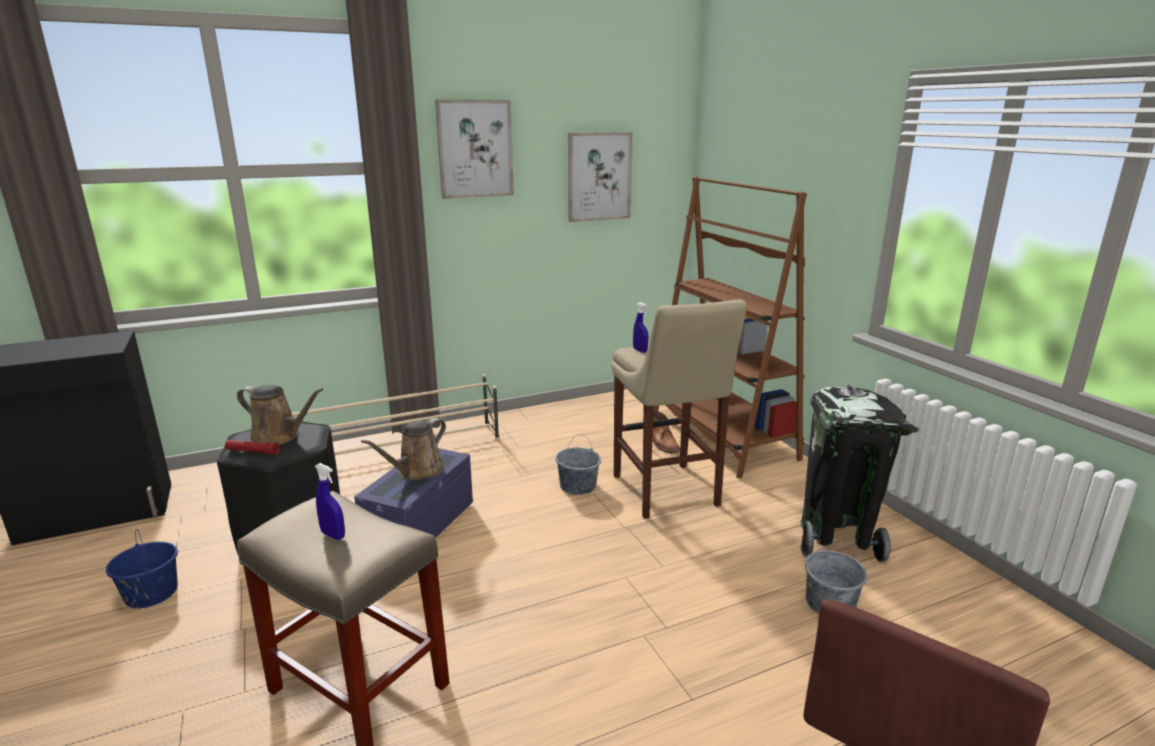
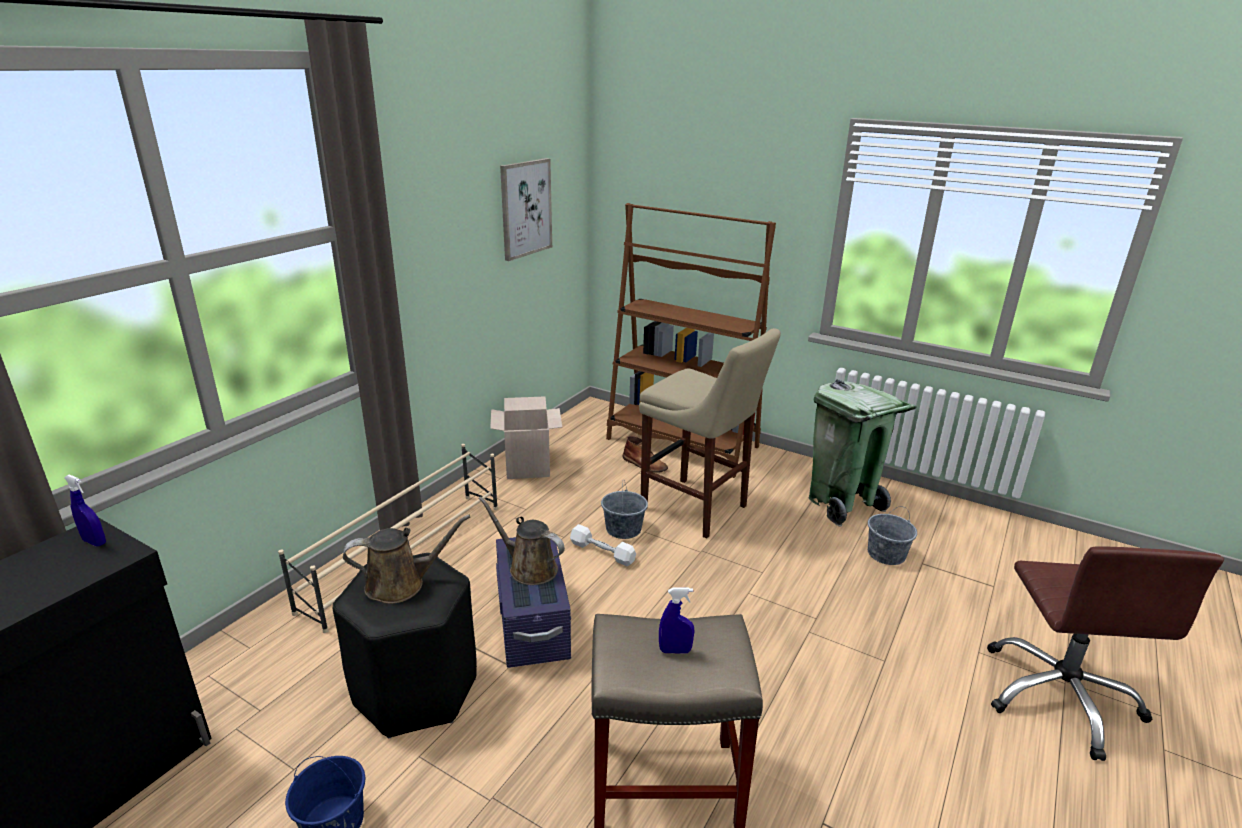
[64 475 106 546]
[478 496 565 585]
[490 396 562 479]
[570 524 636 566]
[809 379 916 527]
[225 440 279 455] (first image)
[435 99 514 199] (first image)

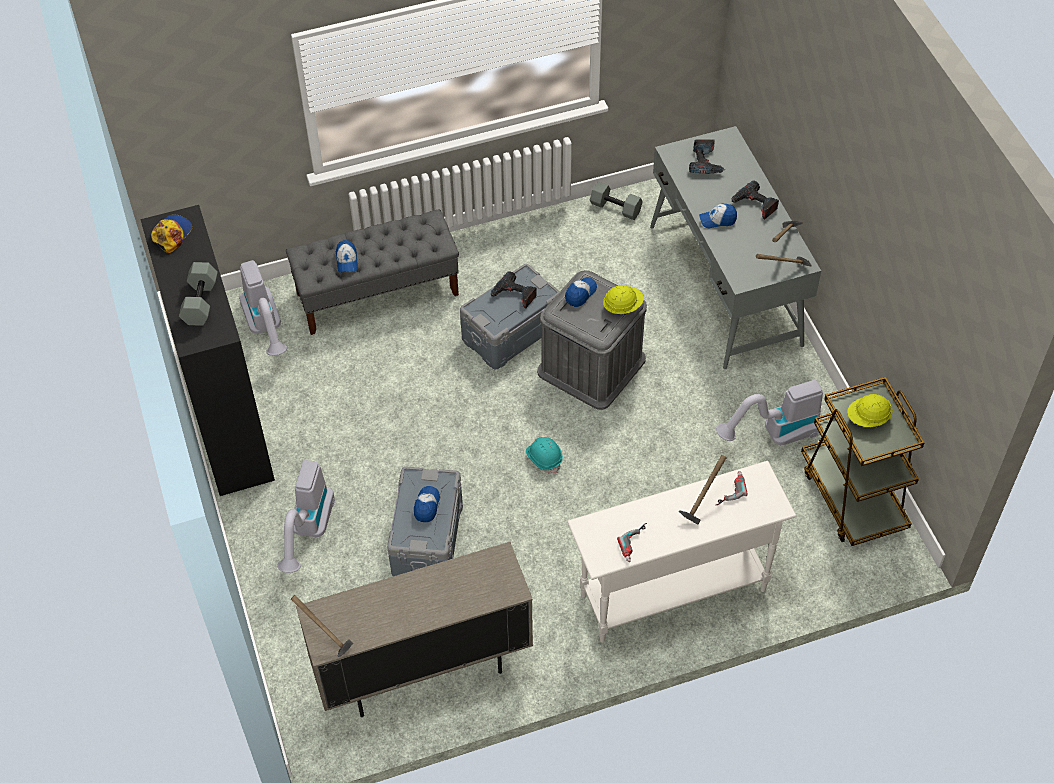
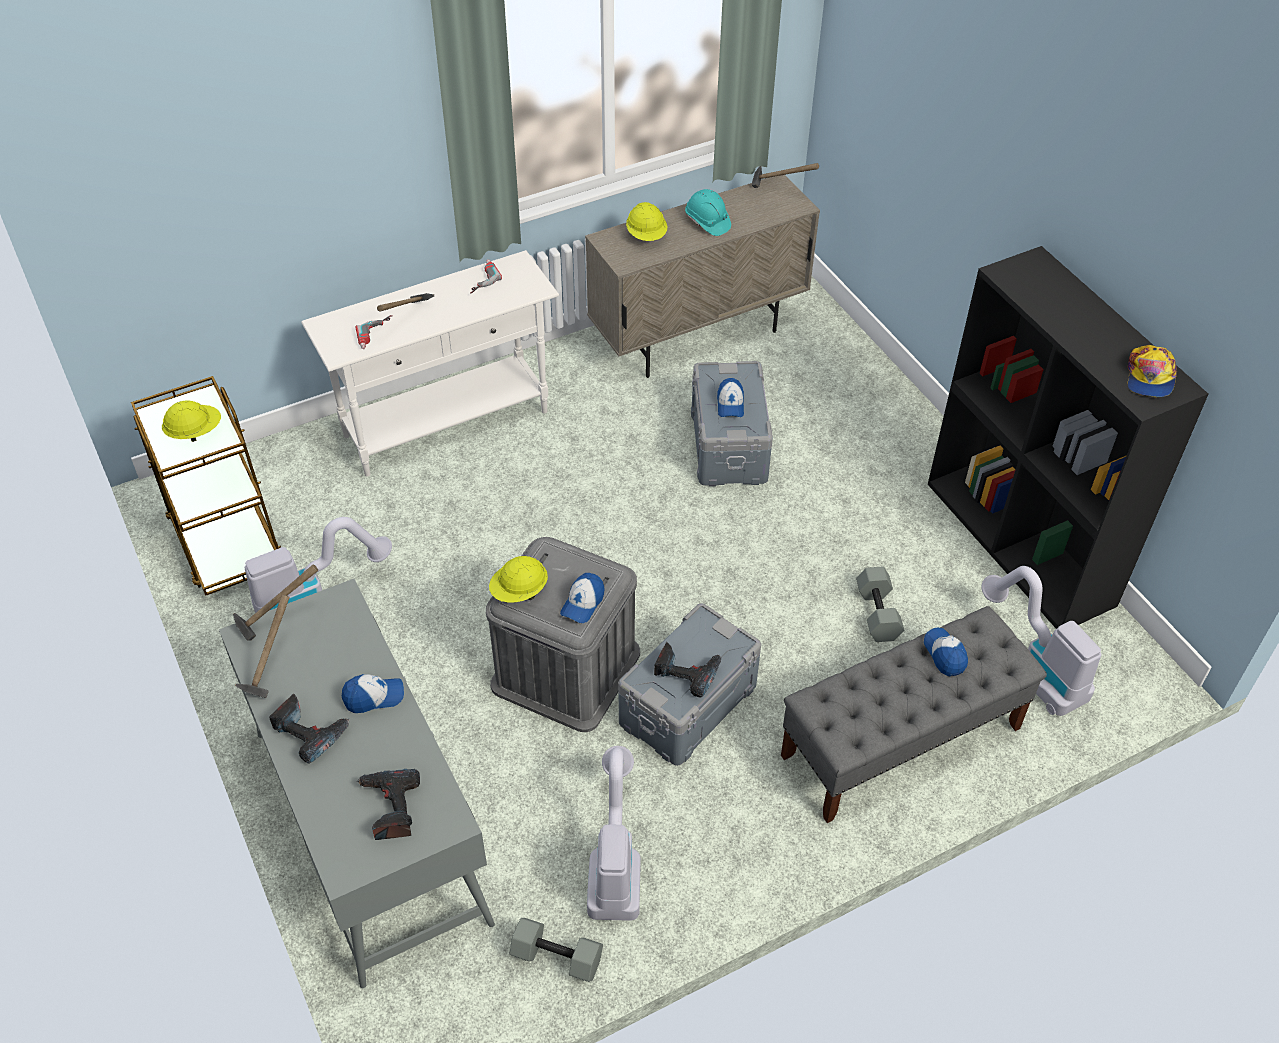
[587 746 641 921]
[626 202 668 241]
[685 189 731 236]
[856 567 904 642]

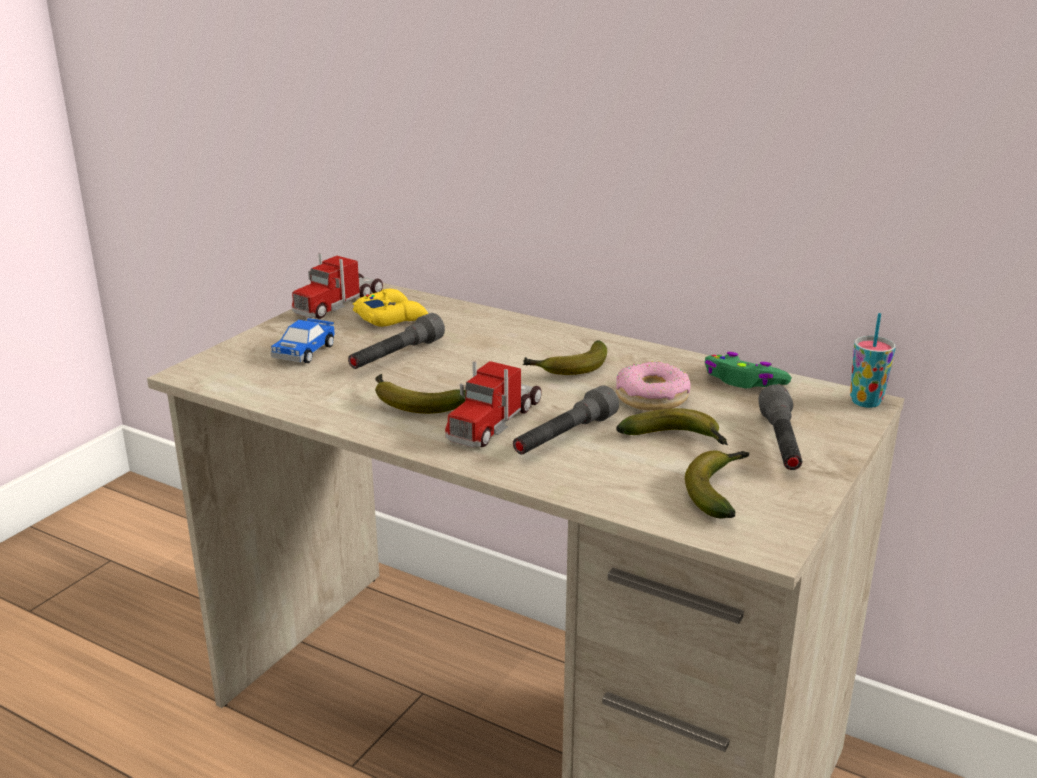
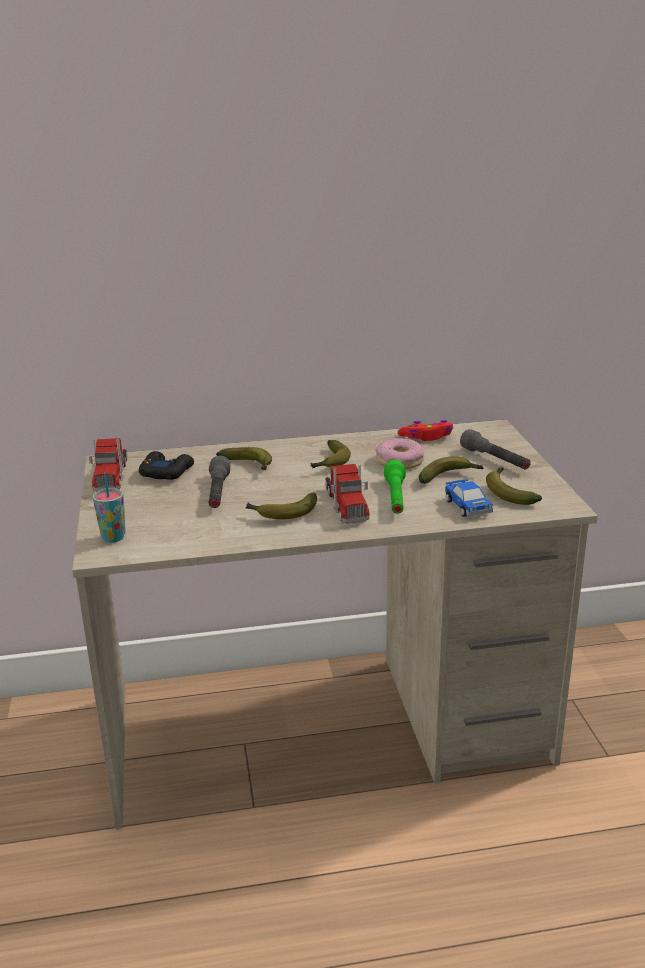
[93 472 126 543]
[139 451 194 480]
[216 447 272 471]
[384 460 406 514]
[398 420 453 441]
[445 479 493 517]

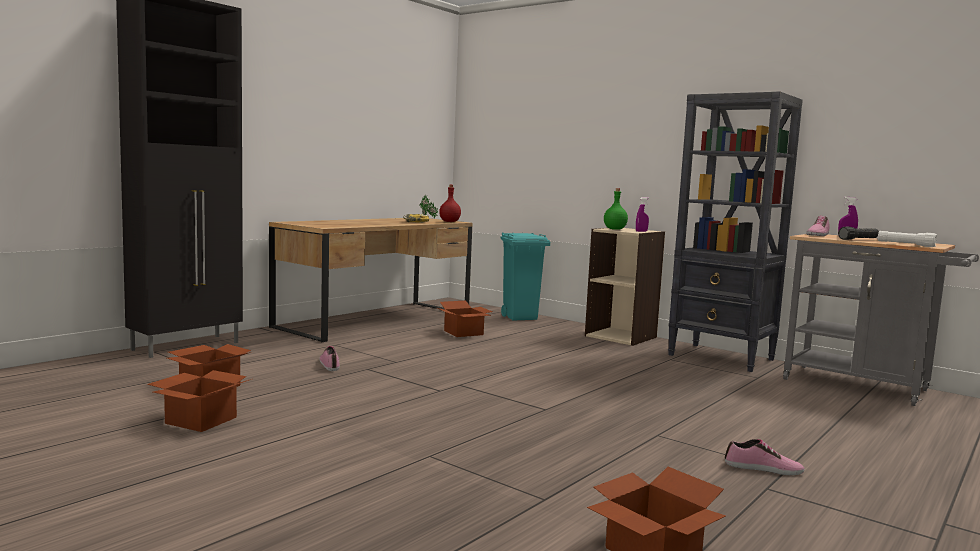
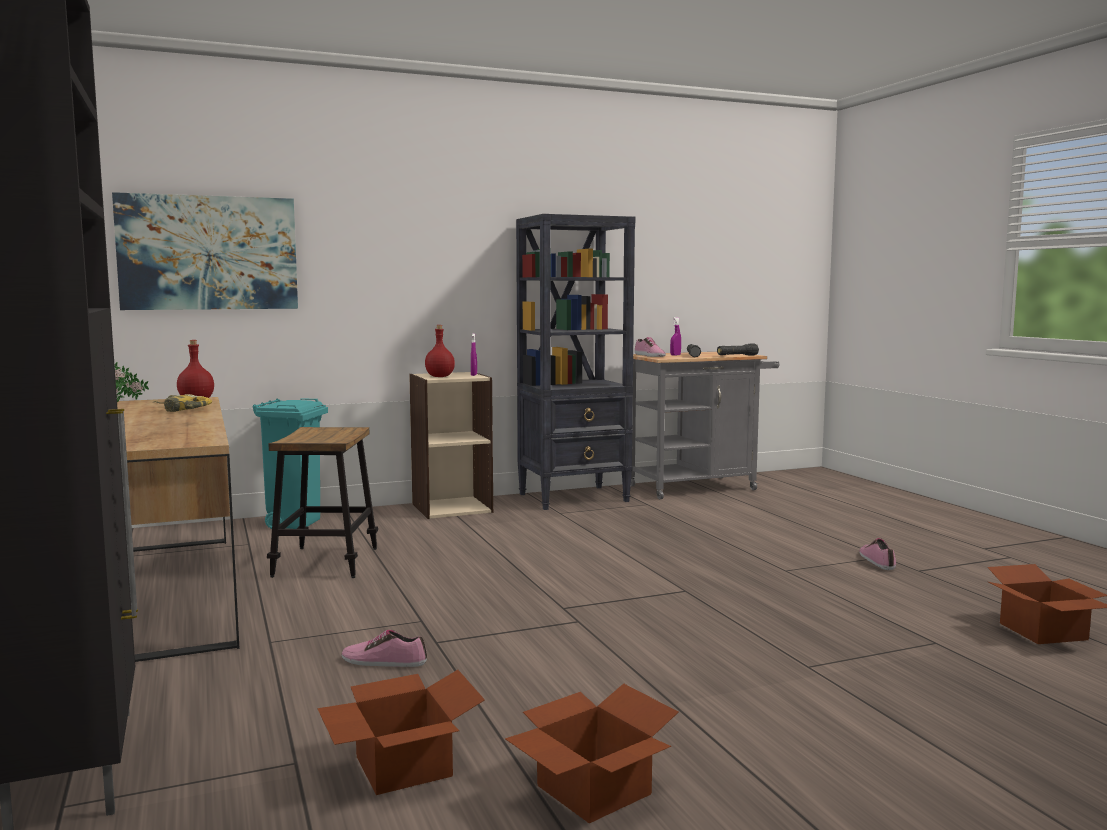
[112 192 298 310]
[267 427 378 578]
[425 325 455 377]
[717 343 759 356]
[859 538 896 570]

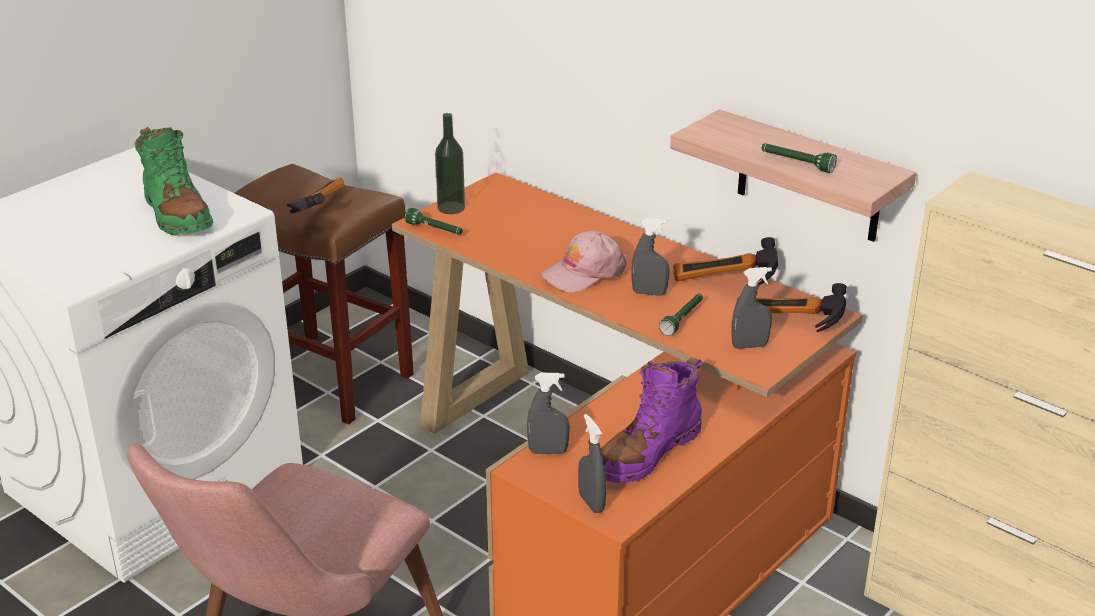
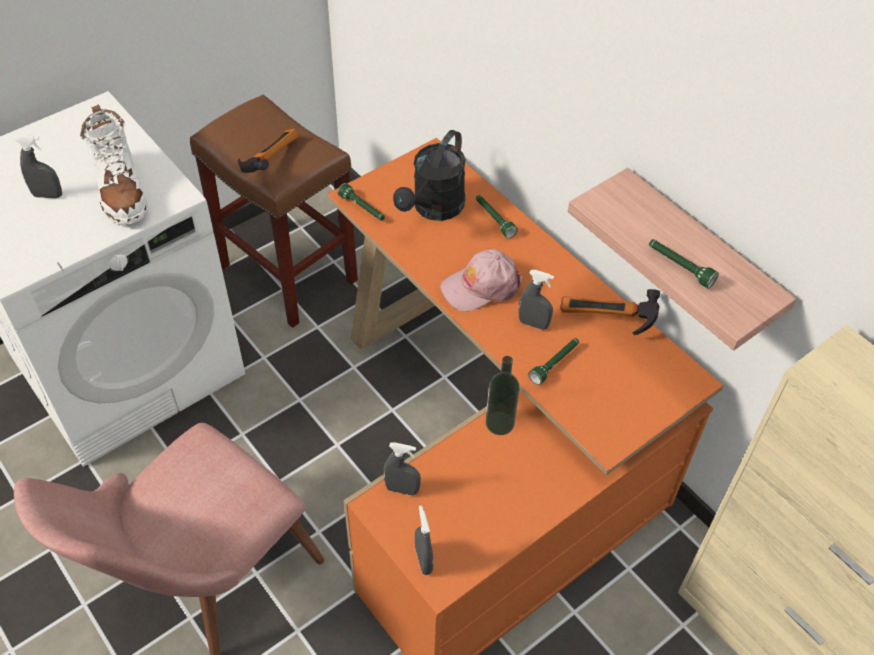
[15 135 62 198]
[80 104 148 225]
[393 130 466 221]
[476 195 518 238]
[486 356 520 435]
[601 358 702 483] (first image)
[737 283 847 332] (first image)

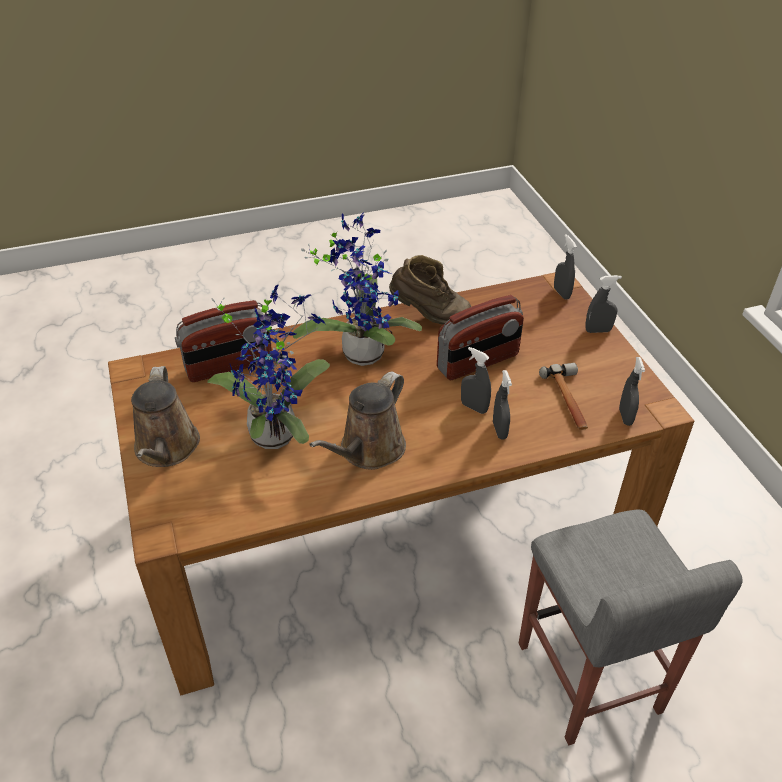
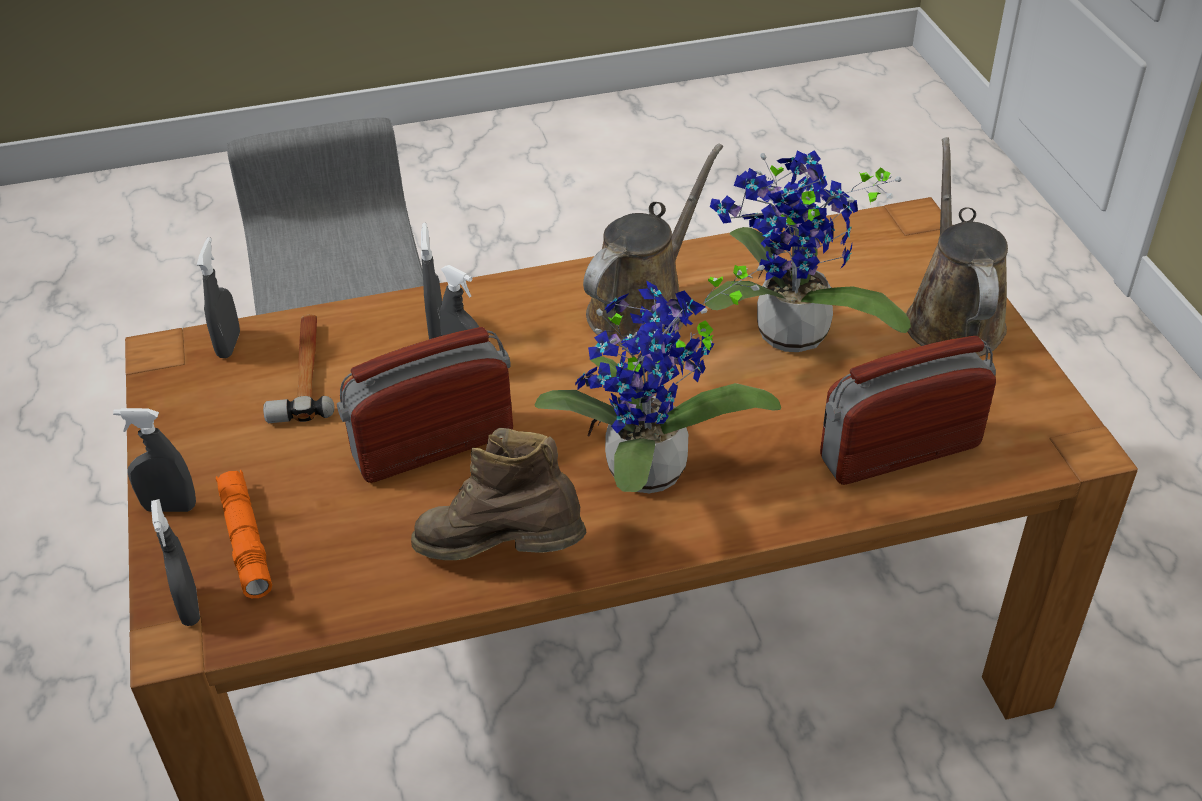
[216 470 272 598]

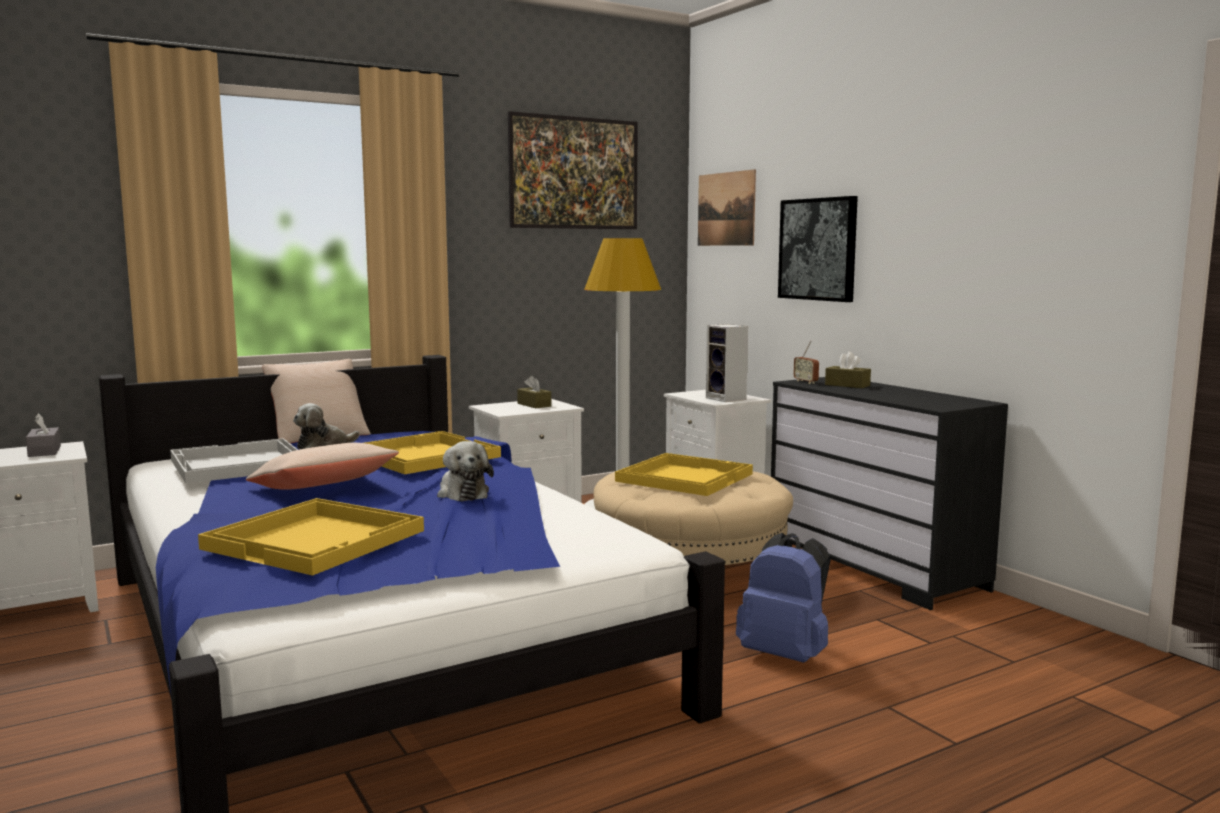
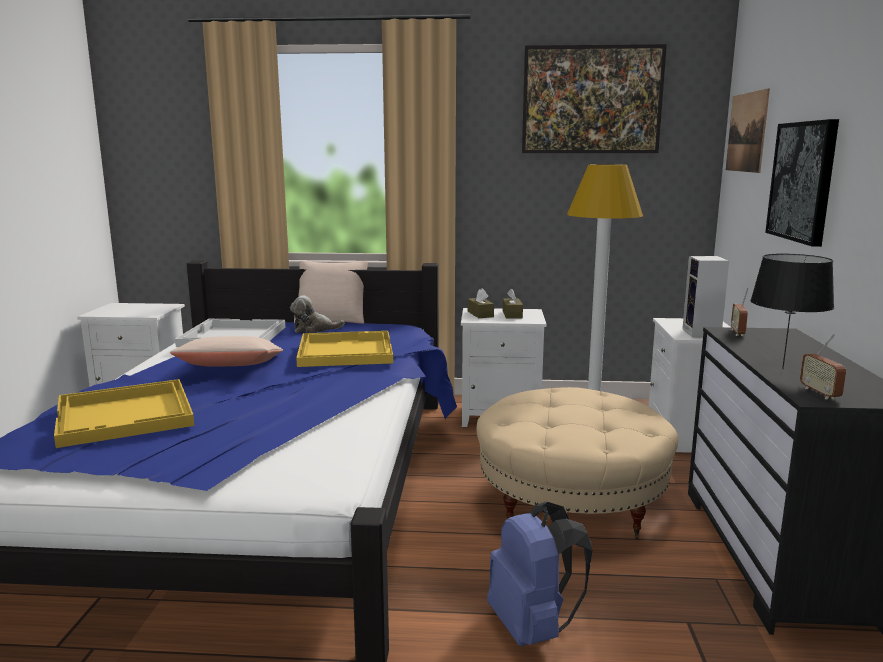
[468 288 494 318]
[750 254 834 369]
[800 333 846 399]
[26 413 61 457] (first image)
[437 441 494 502] (first image)
[615 453 753 496] (first image)

